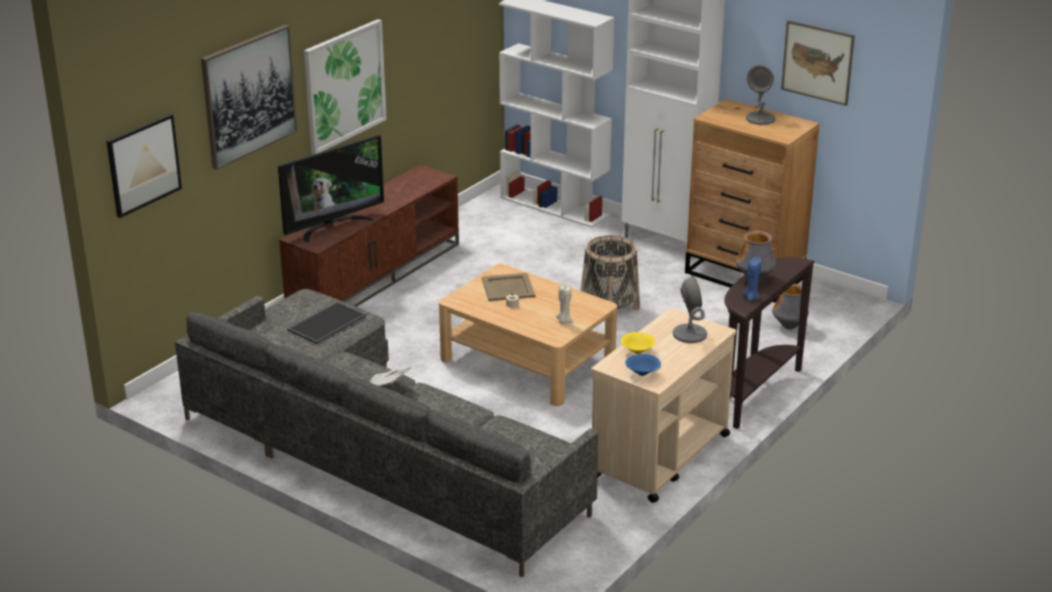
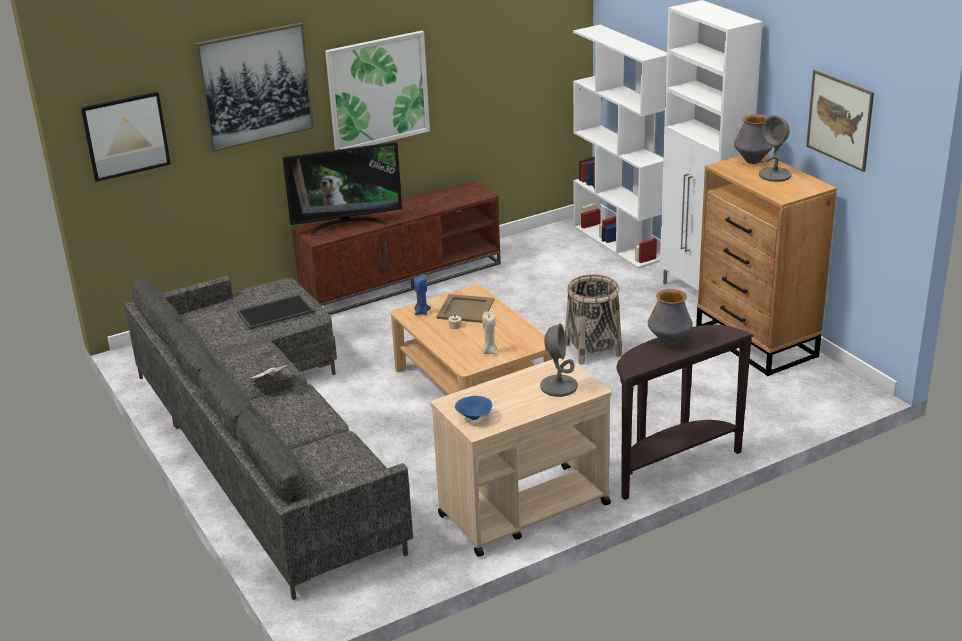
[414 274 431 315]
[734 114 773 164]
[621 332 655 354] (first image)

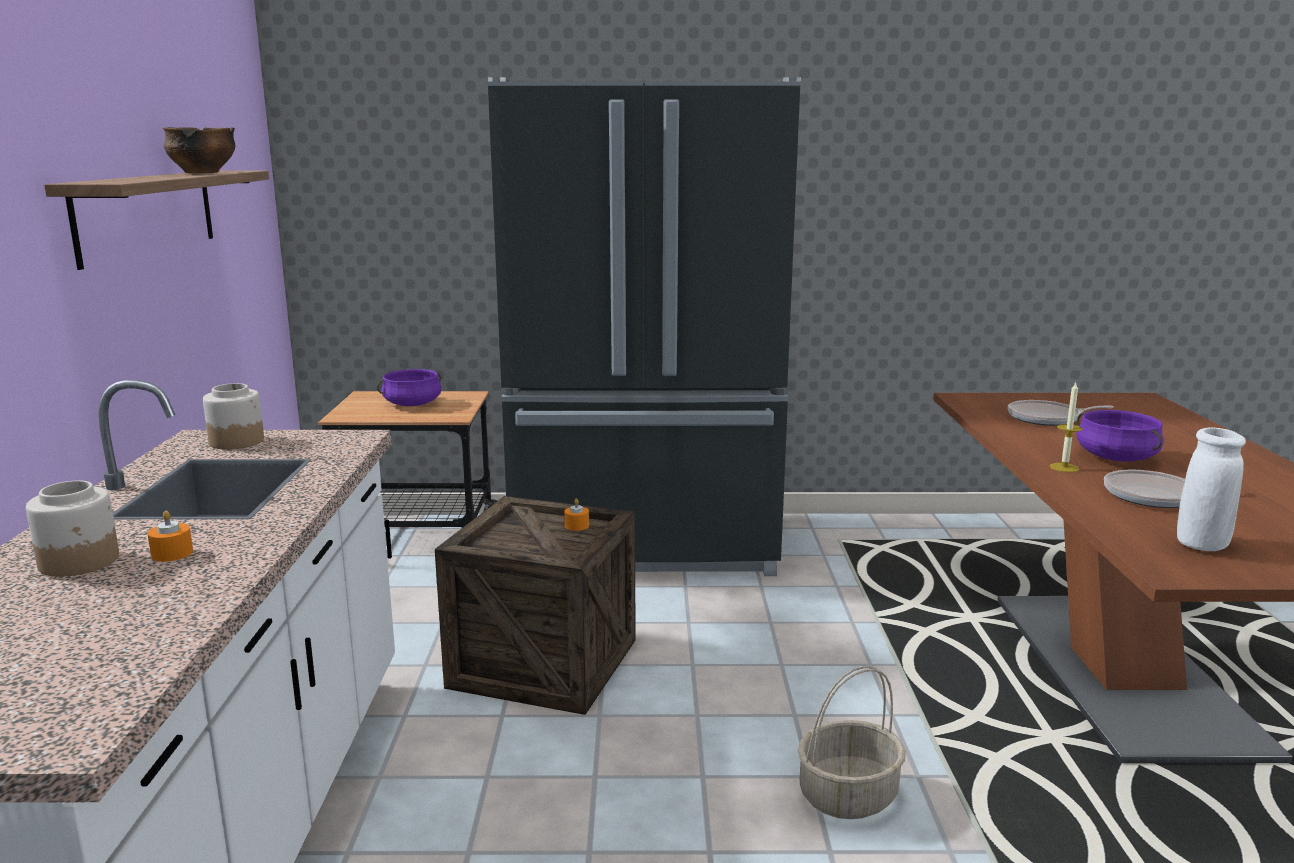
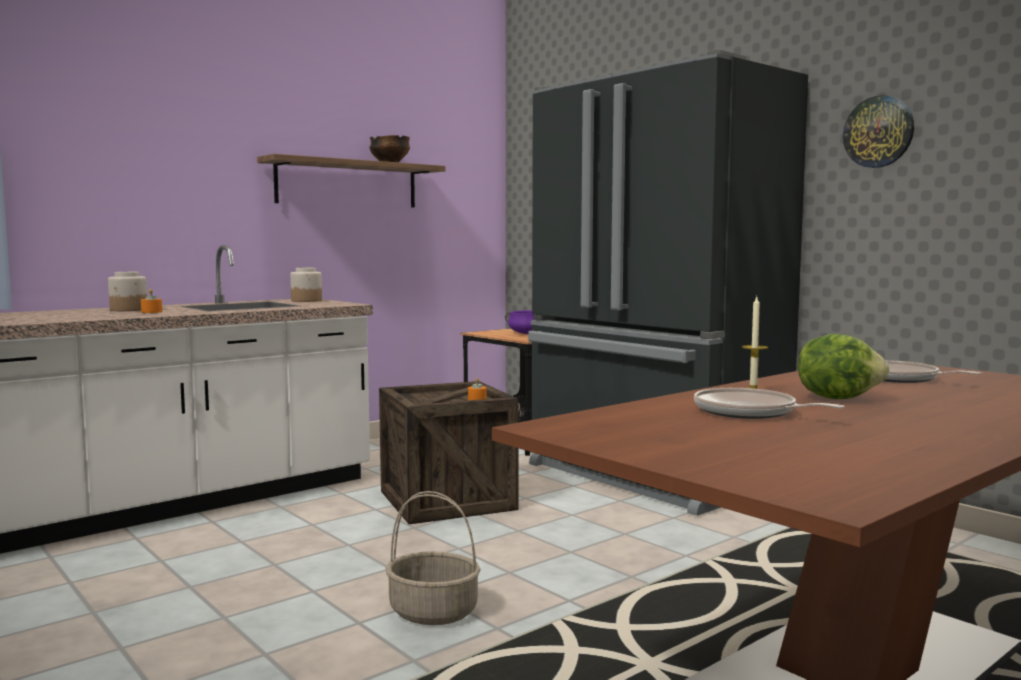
[798 334 890 399]
[843 95 914 168]
[1177 428 1246 551] (first image)

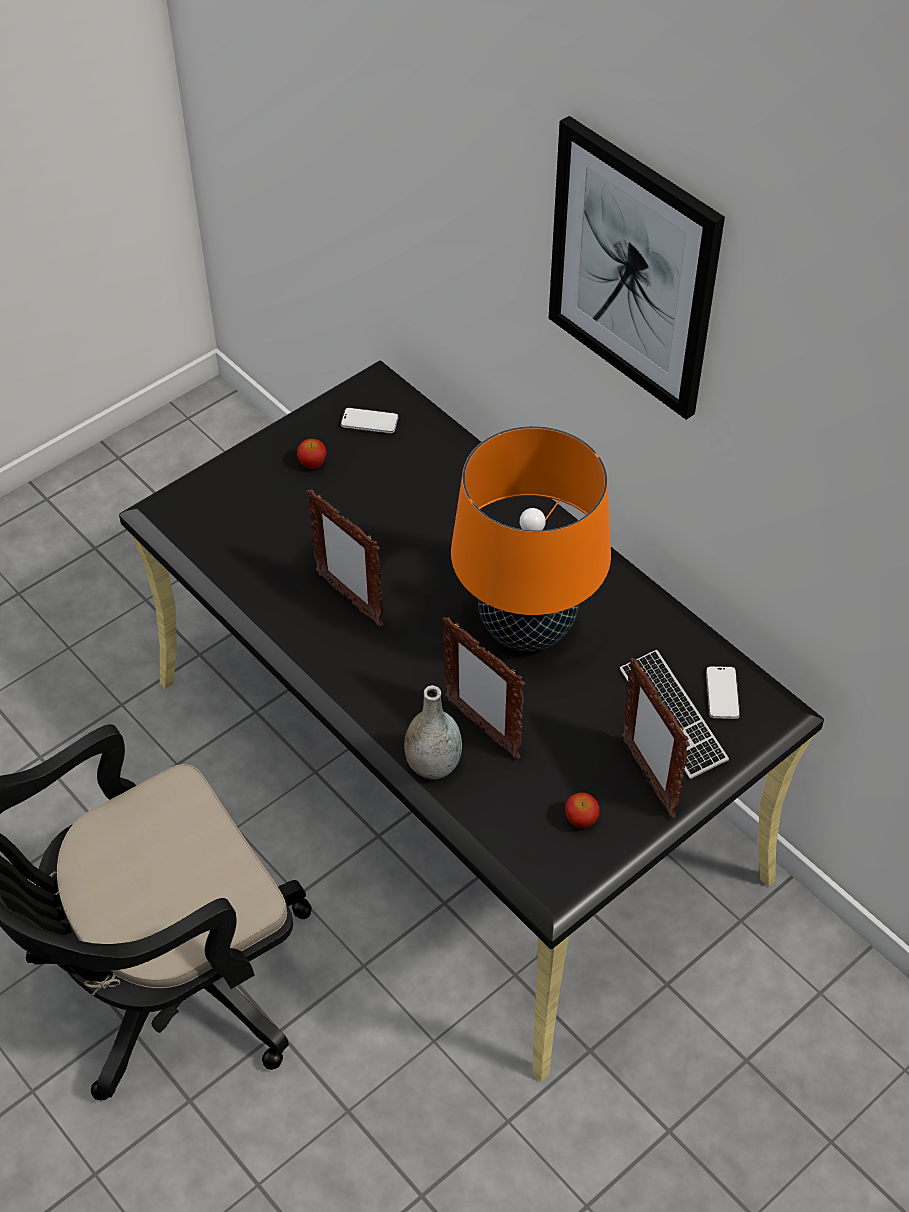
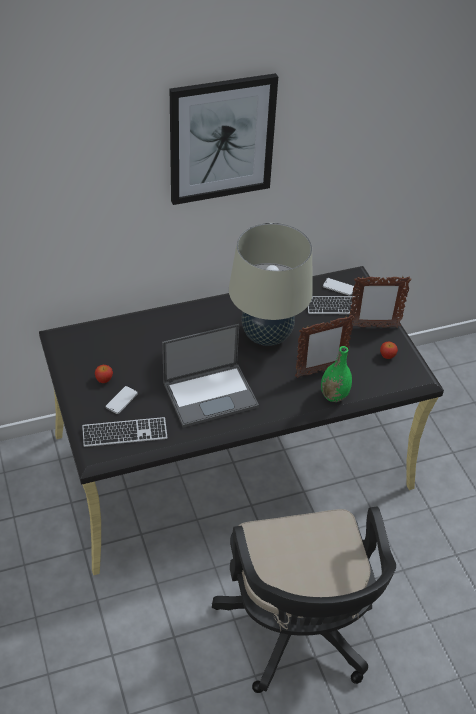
[82 417 168 447]
[106 386 138 414]
[162 324 259 428]
[229 223 313 346]
[321 346 352 402]

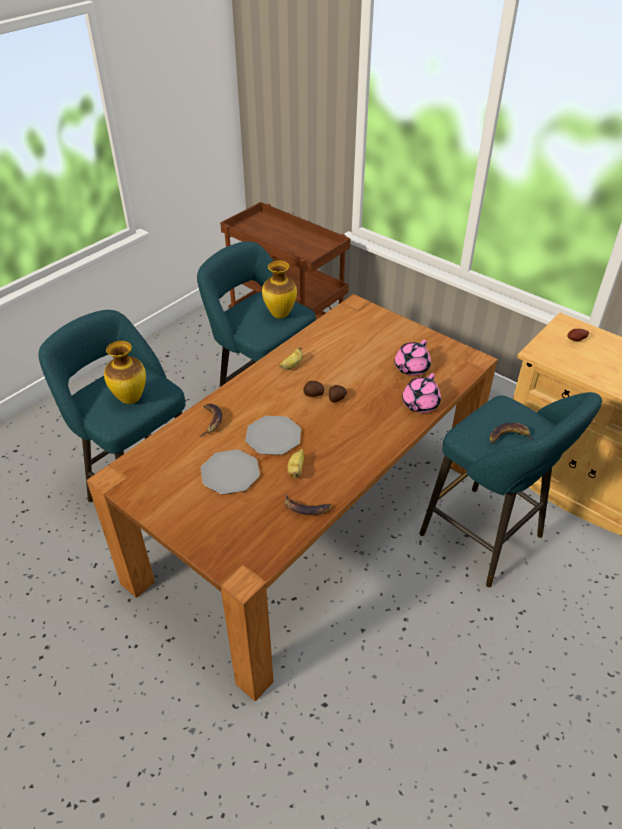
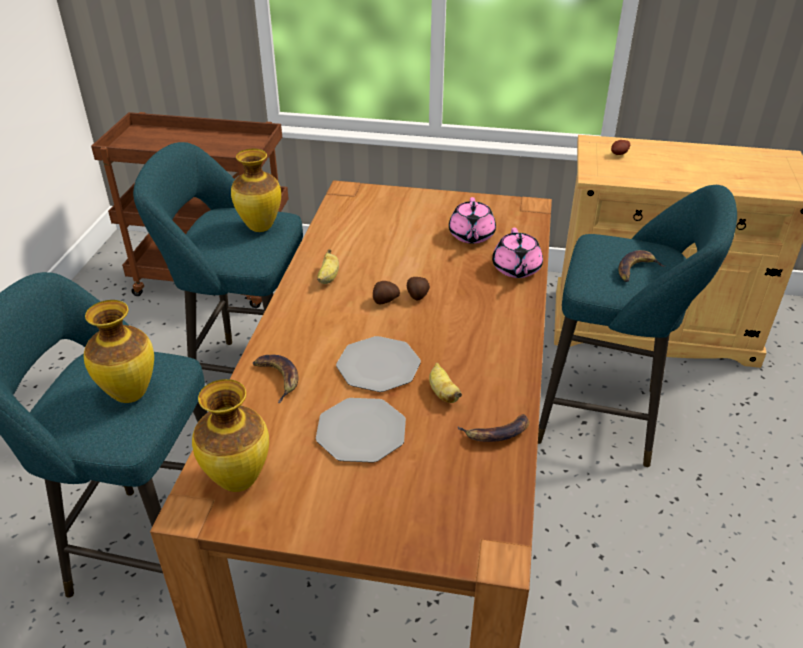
[192 379 269 492]

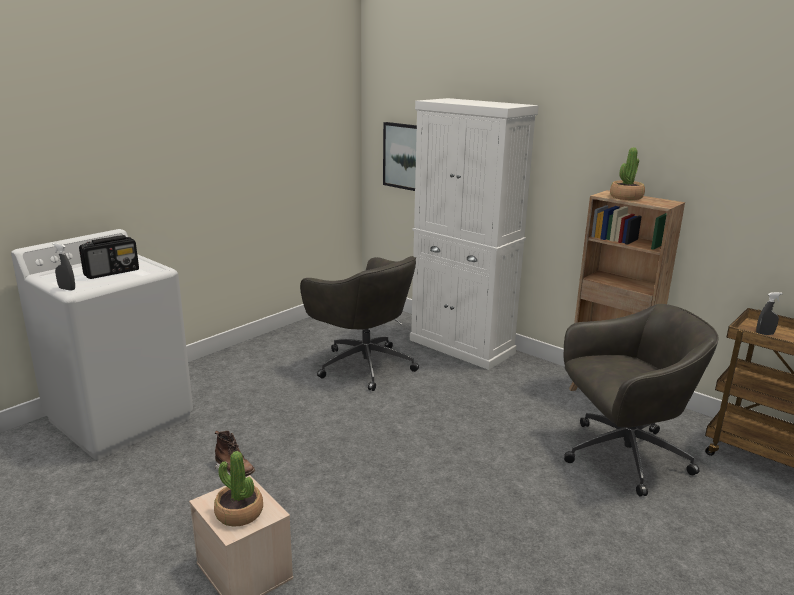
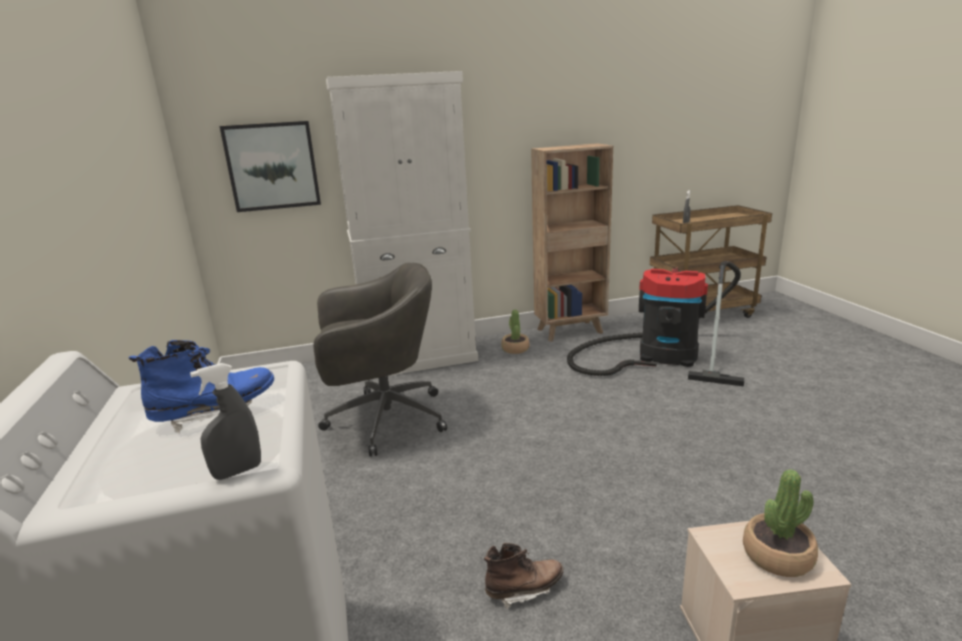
[129 340 274 434]
[501 310 530 354]
[567 261 744 386]

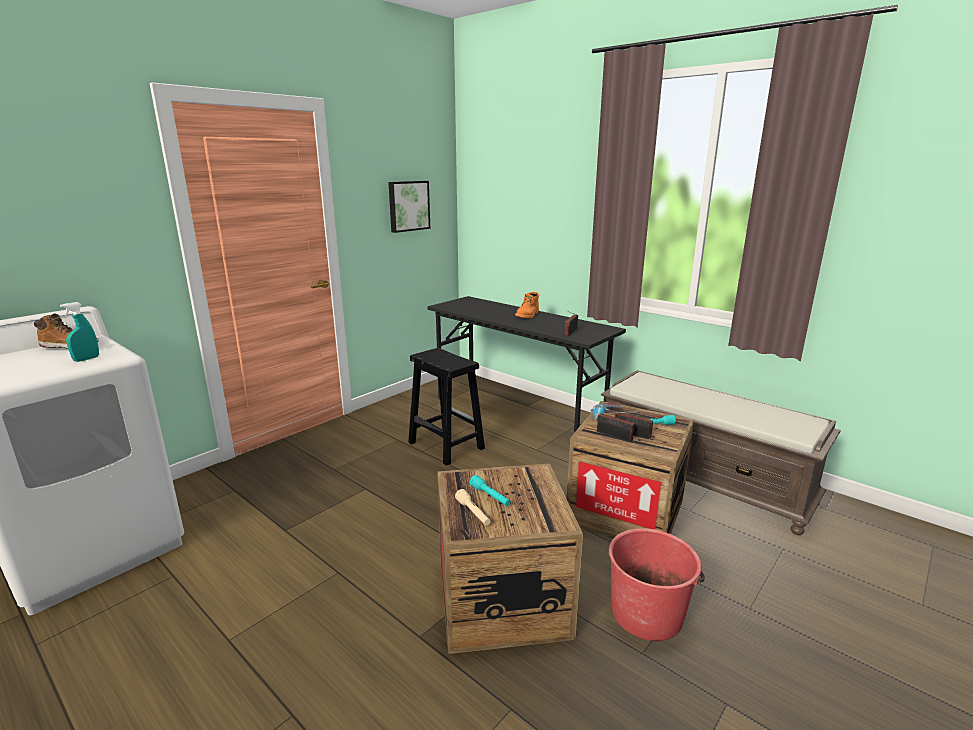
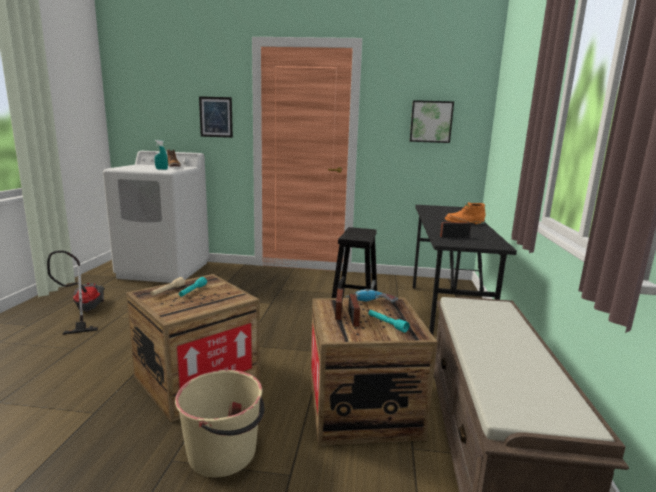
[47 250 104 335]
[175 370 264 477]
[199 96 233 138]

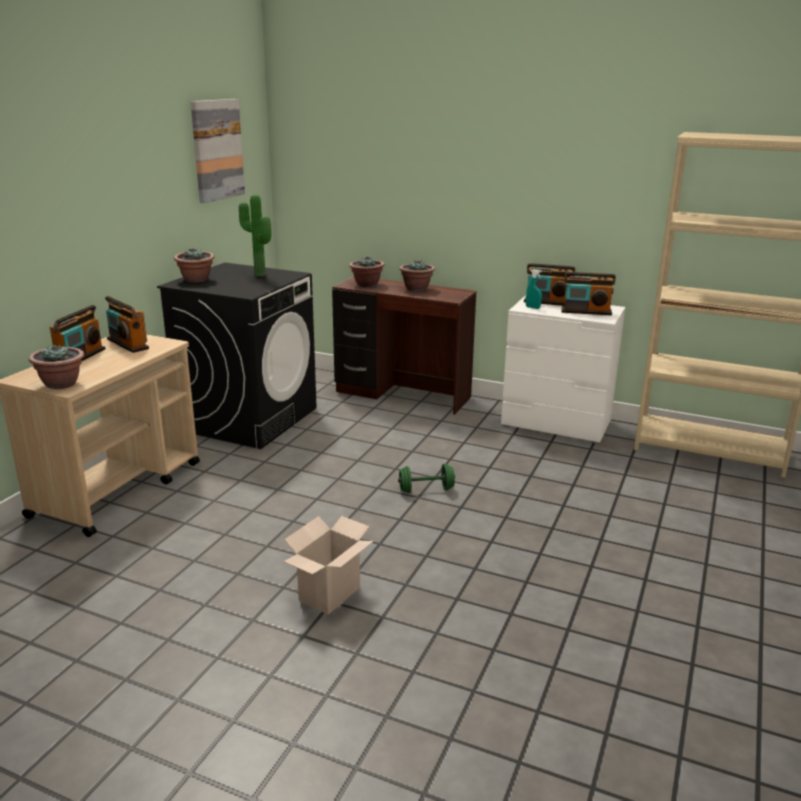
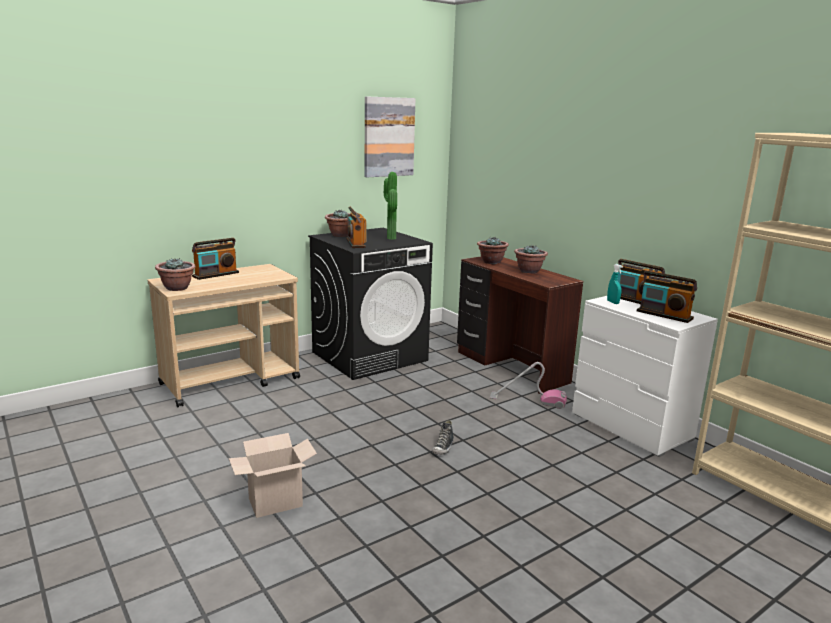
[346 207 367 248]
[432 420 454 455]
[490 362 567 409]

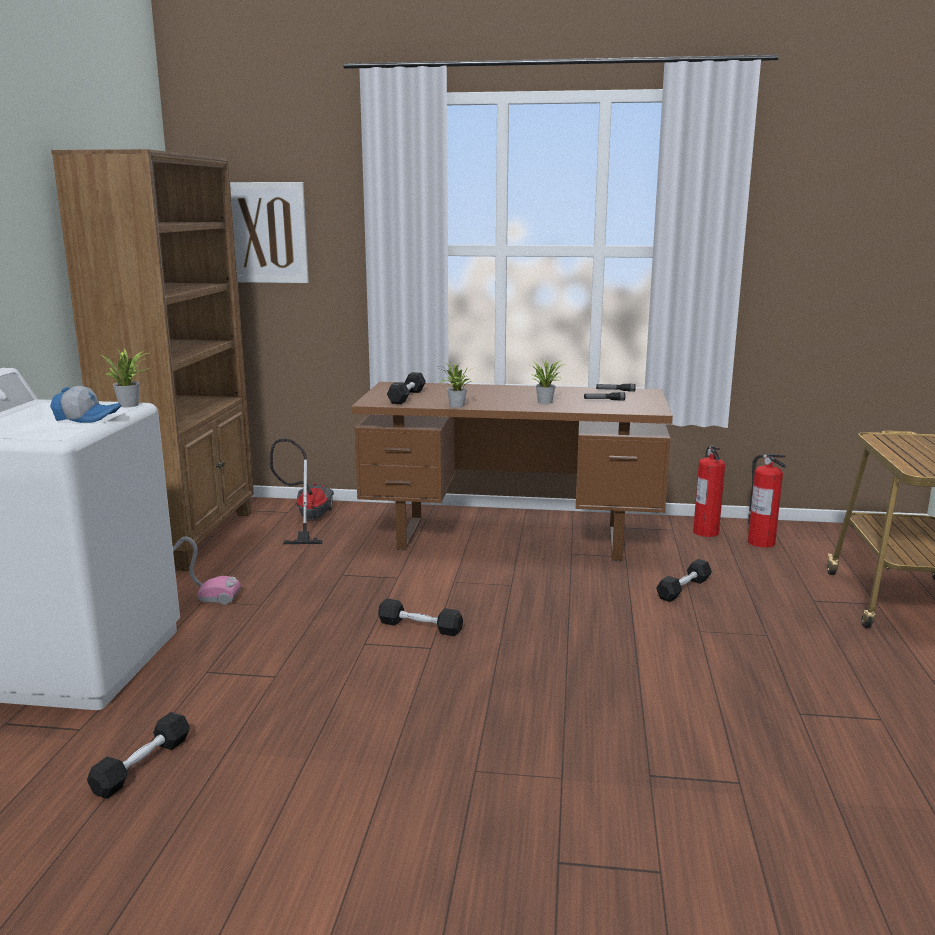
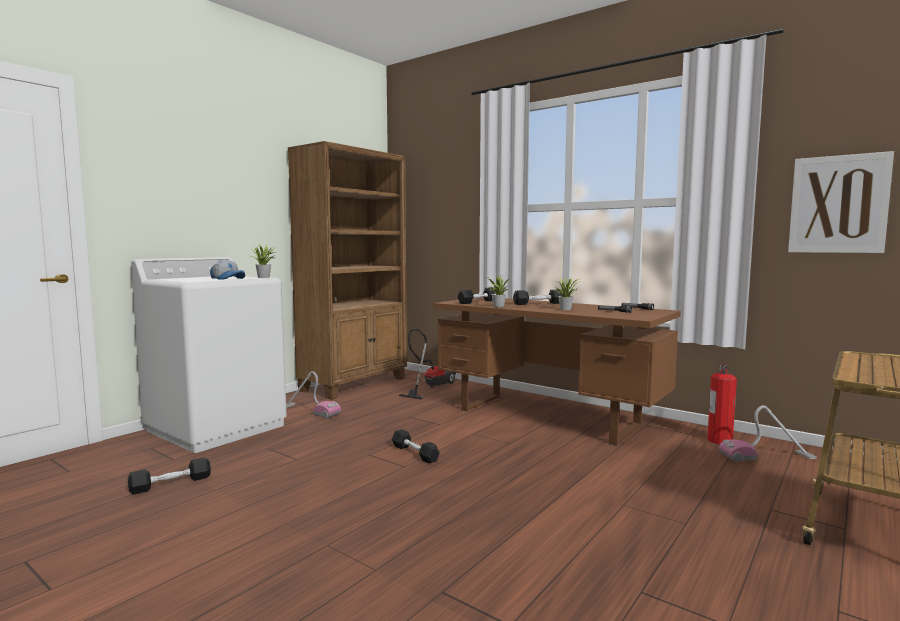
[513 290 563 305]
[719 405 817 462]
[788 151 894 253]

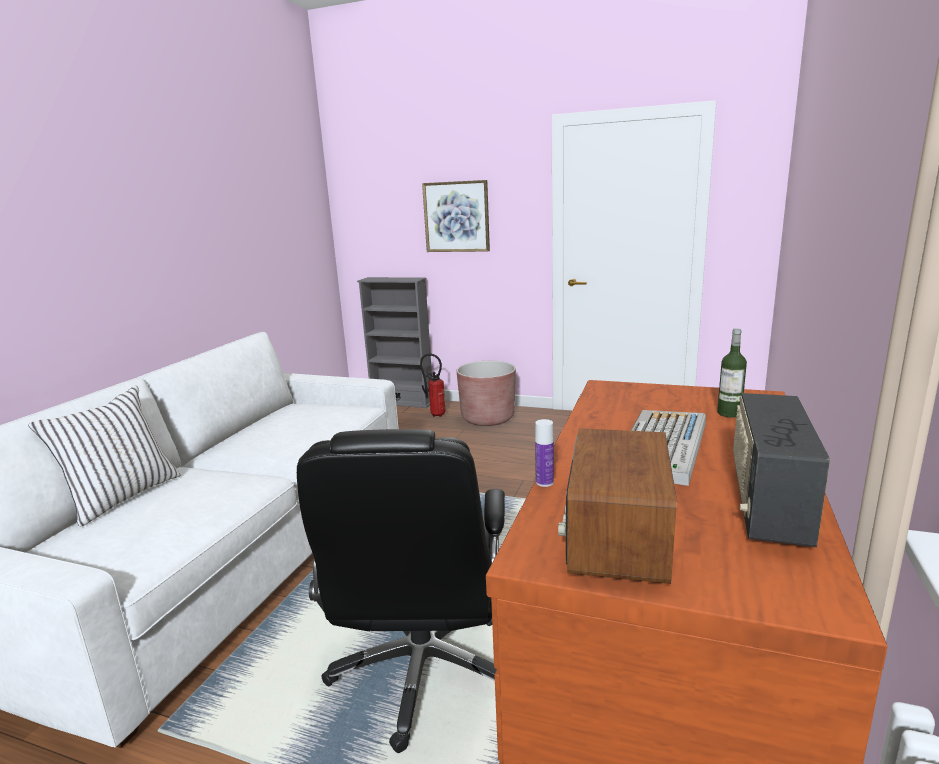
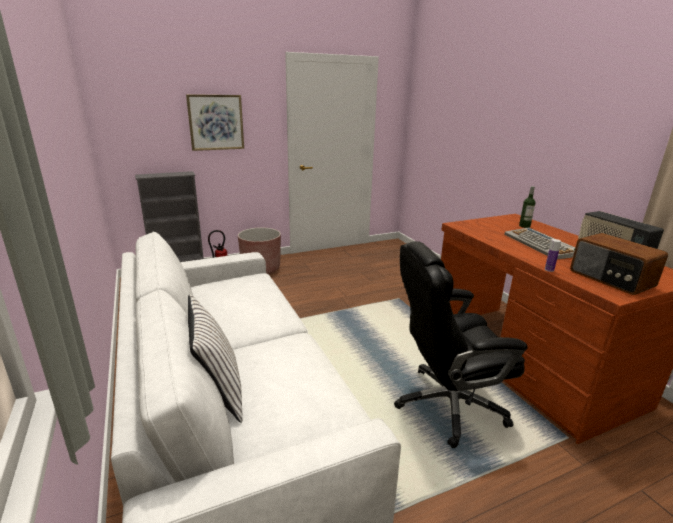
[394 241 528 448]

